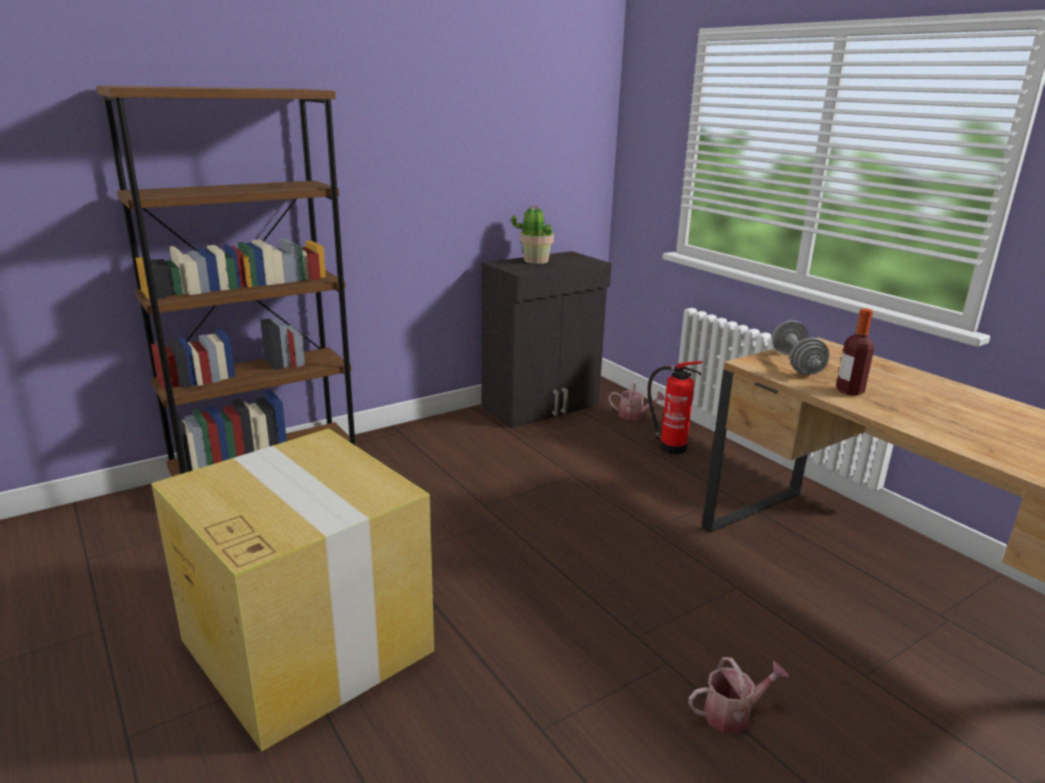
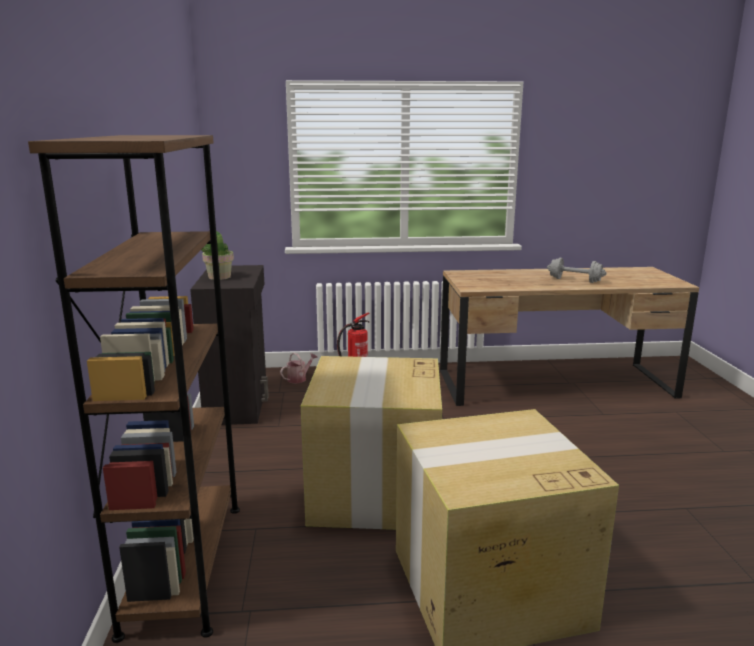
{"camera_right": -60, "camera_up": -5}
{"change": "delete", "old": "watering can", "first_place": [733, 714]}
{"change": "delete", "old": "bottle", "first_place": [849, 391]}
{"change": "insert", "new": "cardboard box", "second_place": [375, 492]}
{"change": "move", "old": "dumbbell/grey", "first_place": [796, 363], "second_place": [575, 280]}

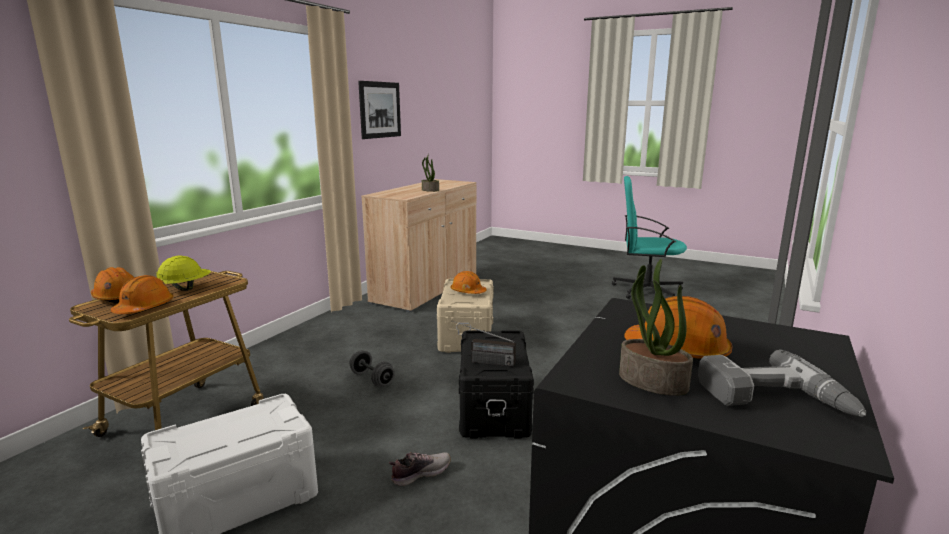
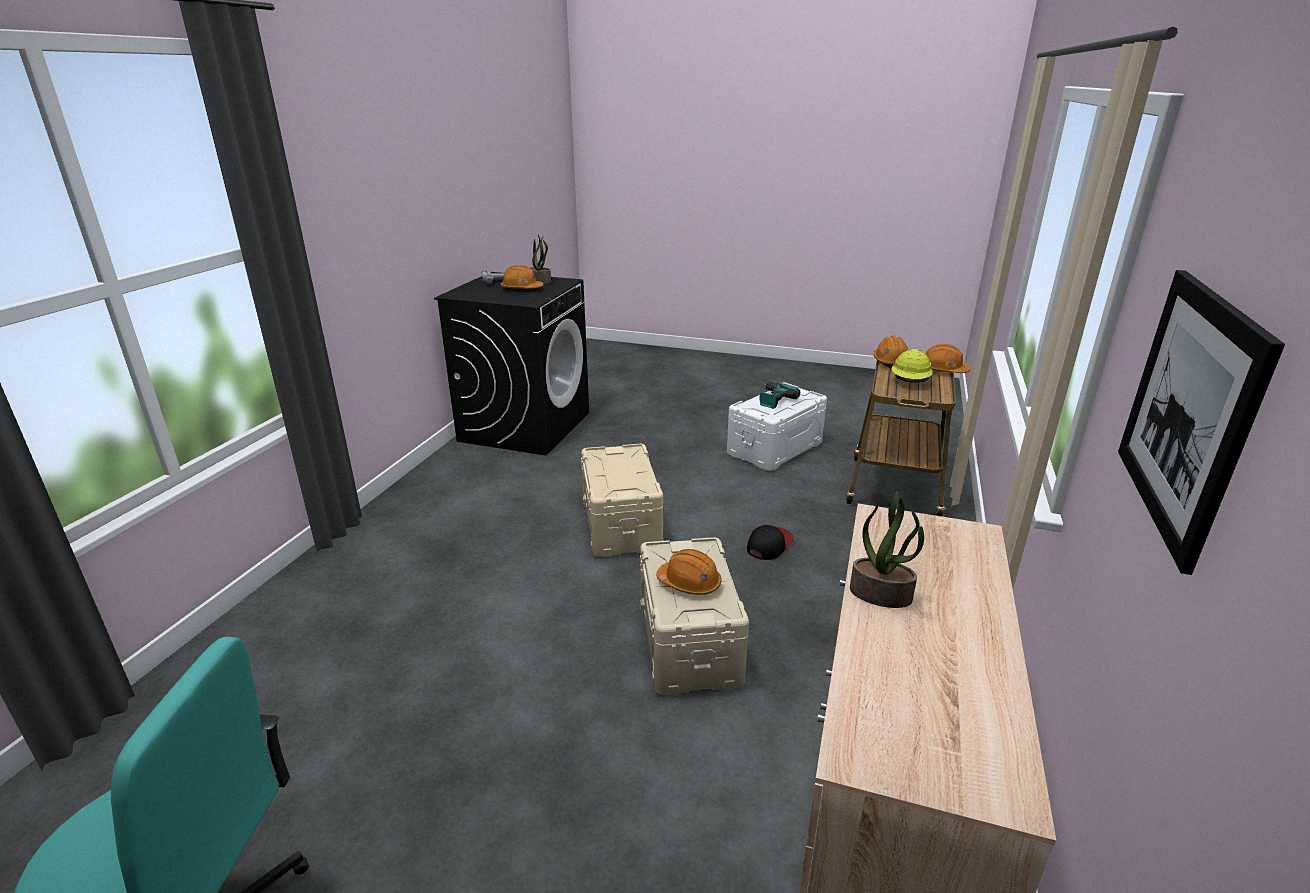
{"camera_right": 170, "camera_up": 10}
{"change": "delete", "old": "shoe", "first_place": [420, 473]}
{"change": "delete", "old": "radio", "first_place": [481, 361]}
{"change": "insert", "new": "power drill", "second_place": [773, 400]}
{"change": "replace", "old": "dumbbell/grey", "new": "cap", "first_place": [372, 379], "second_place": [769, 545]}
{"change": "recolor", "old": "storage box/black", "new": "storage box/beige", "first_place": [495, 407], "second_place": [620, 525]}

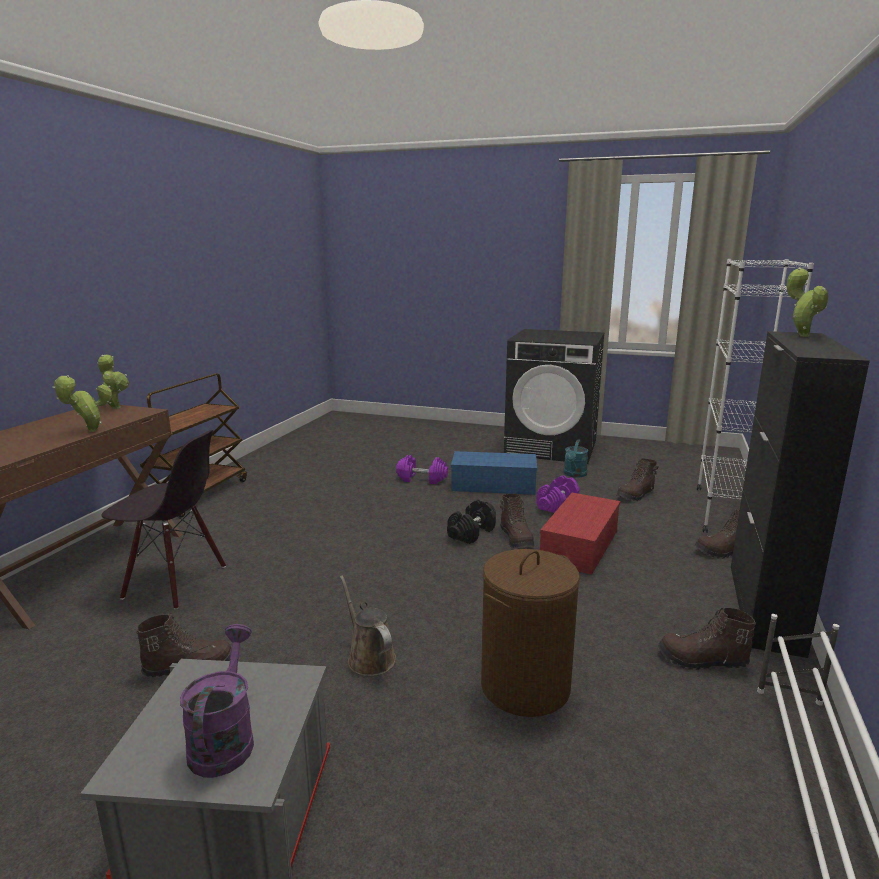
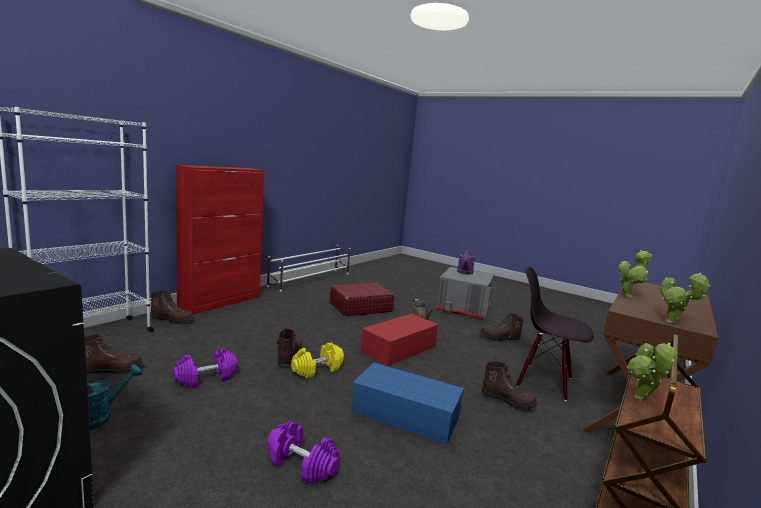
{"camera_right": -165, "camera_up": -5}
{"change": "move", "old": "storage box/blue", "first_place": [495, 484], "second_place": [403, 415]}
{"change": "move", "old": "storage box/red", "first_place": [579, 545], "second_place": [398, 349]}
{"change": "move", "old": "boot/brown", "first_place": [702, 661], "second_place": [507, 401]}
{"change": "move", "old": "potted plant", "first_place": [801, 335], "second_place": [641, 399]}
{"change": "replace", "old": "laundry basket/brown", "new": "suitcase/red", "first_place": [525, 686], "second_place": [360, 307]}
{"change": "recolor", "old": "dumbbell/black", "new": "dumbbell/yellow", "first_place": [471, 533], "second_place": [317, 369]}
{"change": "recolor", "old": "cabinet/black", "new": "cabinet/red", "first_place": [764, 607], "second_place": [221, 302]}

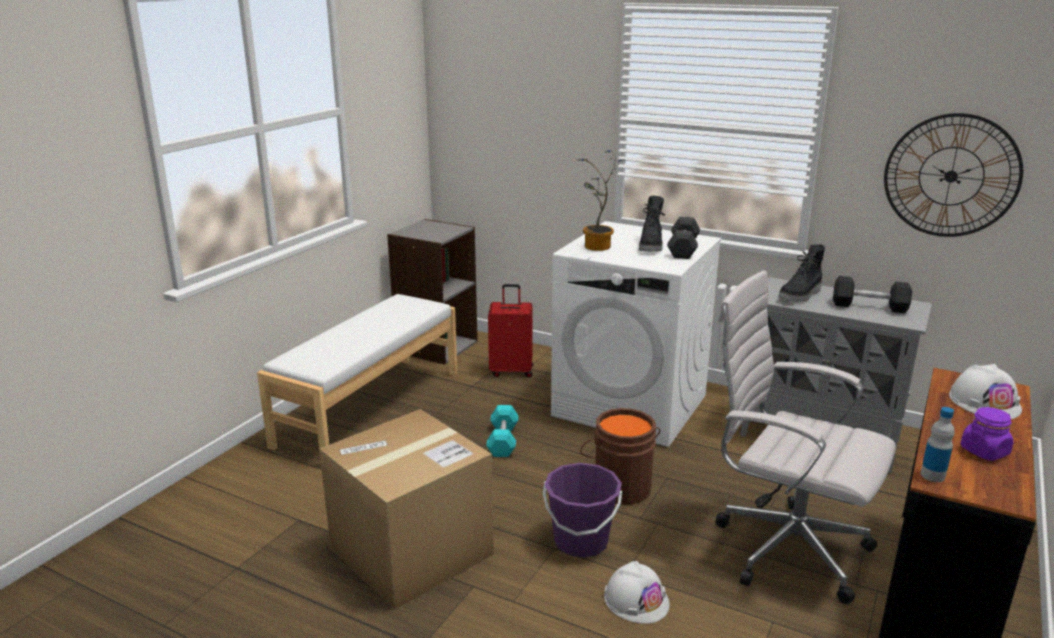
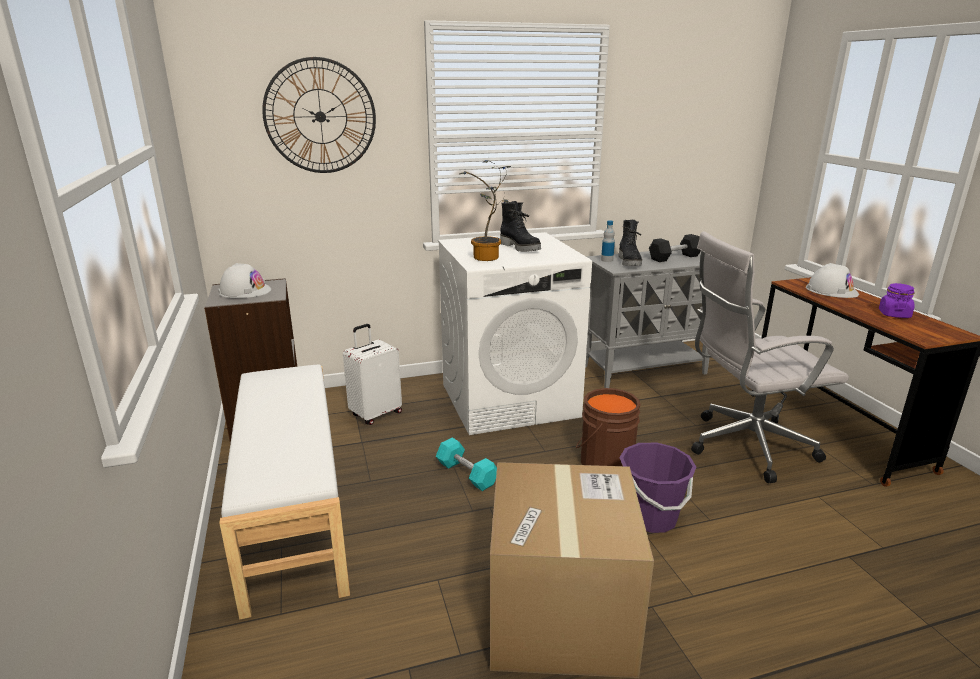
{"camera_right": -45, "camera_up": 0}
{"change": "delete", "old": "dumbbell/grey", "first_place": [683, 249]}
{"change": "move", "old": "hard hat/white", "first_place": [636, 600], "second_place": [245, 291]}
{"change": "move", "old": "wall clock", "first_place": [951, 176], "second_place": [320, 116]}
{"change": "move", "old": "bottle", "first_place": [932, 475], "second_place": [607, 260]}
{"change": "recolor", "old": "suitcase/red", "new": "suitcase/white", "first_place": [511, 371], "second_place": [375, 414]}

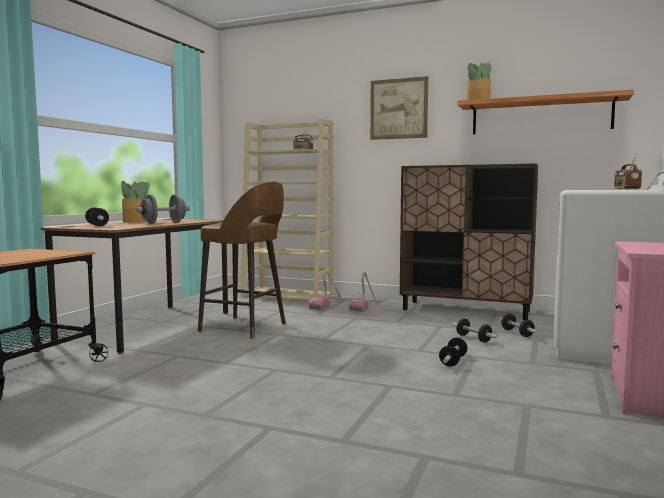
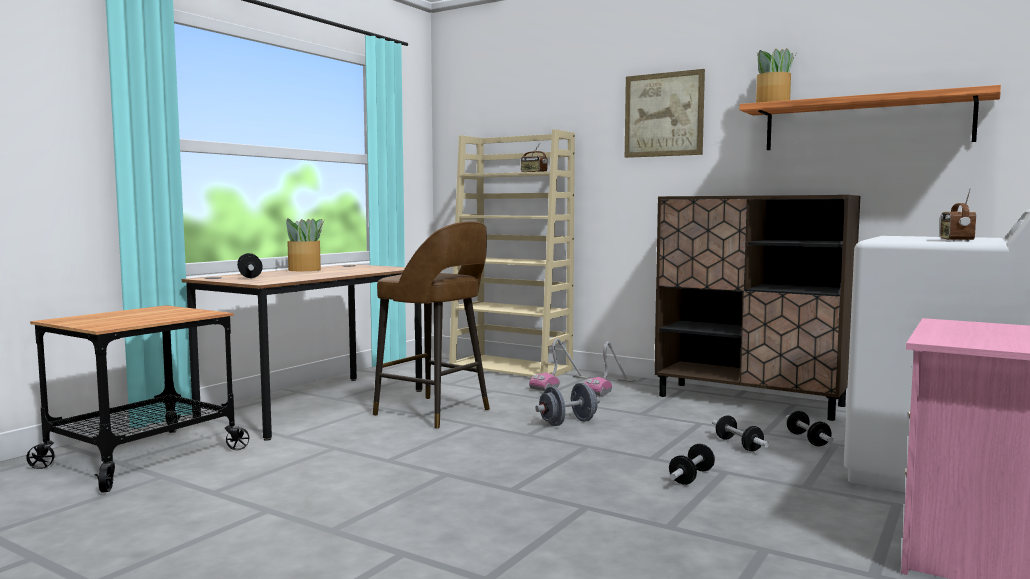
{"camera_right": 10, "camera_up": 0}
{"change": "move", "old": "dumbbell/grey", "first_place": [163, 223], "second_place": [568, 423]}

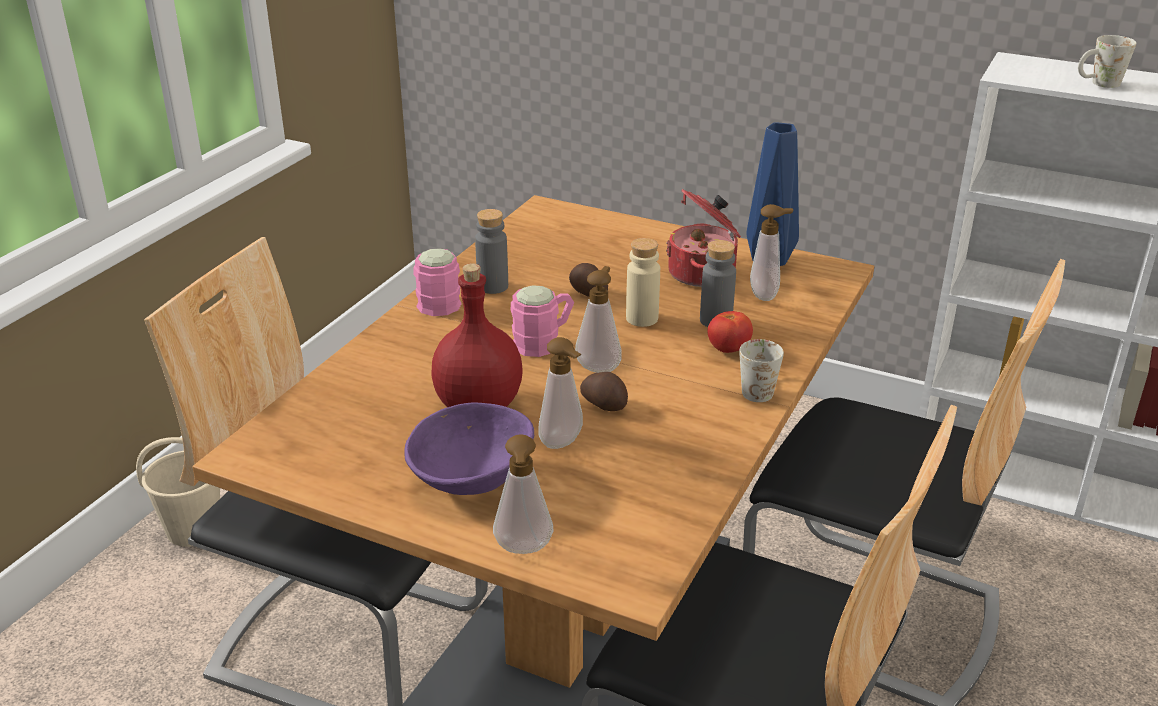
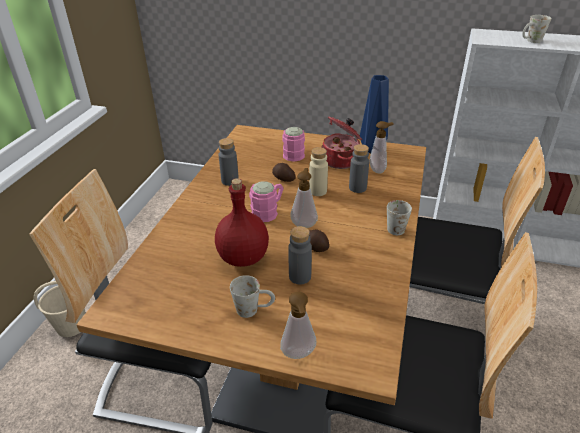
{"camera_right": -10, "camera_up": 5}
{"change": "delete", "old": "tomato", "first_place": [728, 349]}
{"change": "move", "old": "mug/pink", "first_place": [441, 300], "second_place": [293, 153]}
{"change": "replace", "old": "bowl/purple", "new": "mug/white", "first_place": [472, 480], "second_place": [254, 309]}
{"change": "replace", "old": "soap dispenser", "new": "bottle/grey", "first_place": [563, 443], "second_place": [300, 276]}

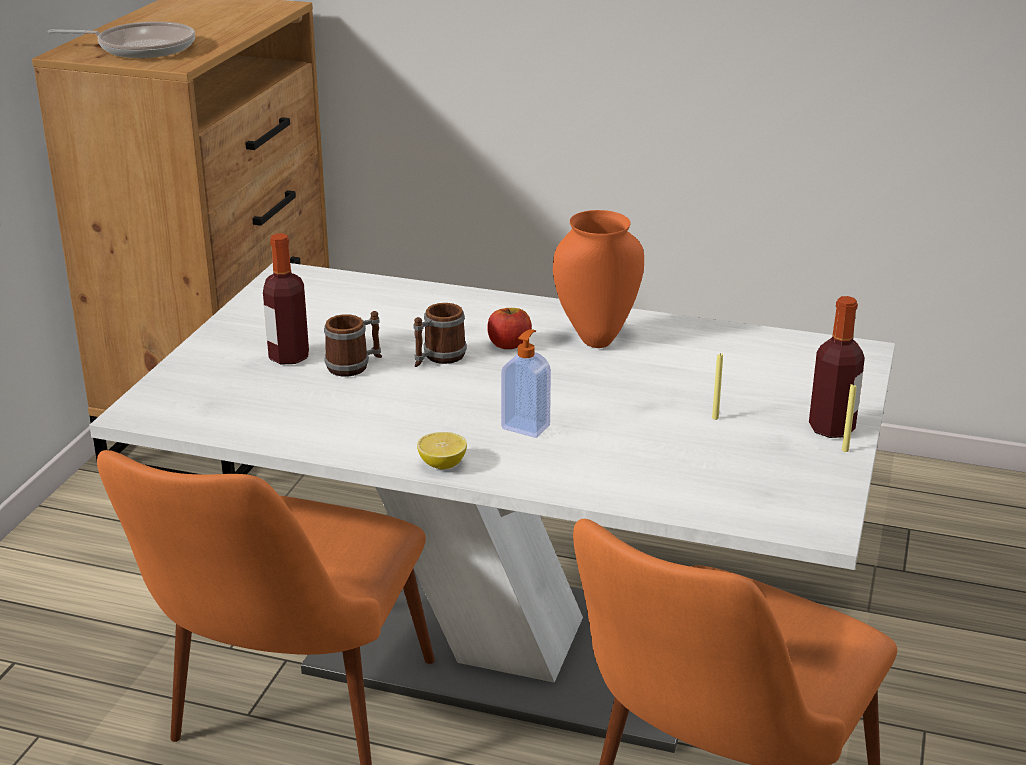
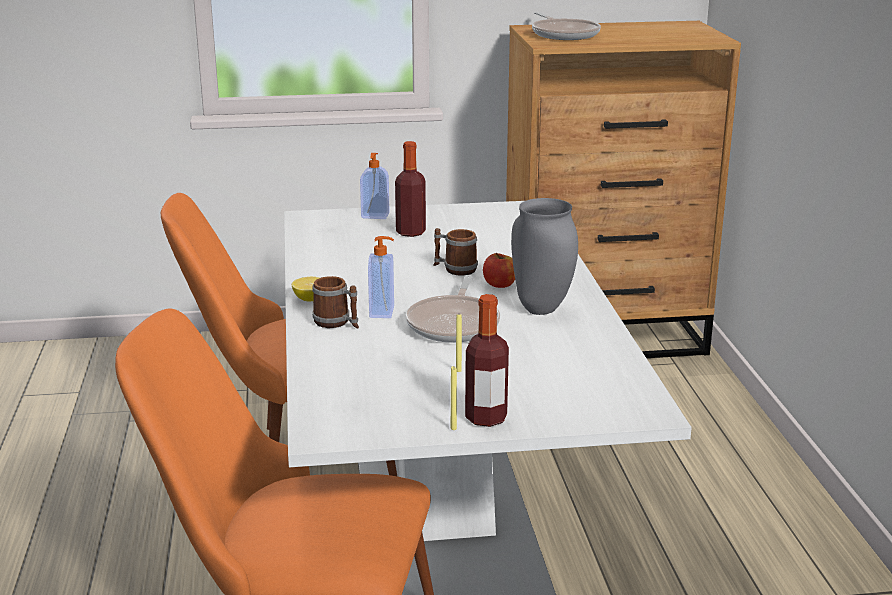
{"camera_right": 65, "camera_up": -5}
{"change": "insert", "new": "soap dispenser", "second_place": [375, 216]}
{"change": "insert", "new": "frying pan", "second_place": [454, 324]}
{"change": "move", "old": "mug", "first_place": [355, 365], "second_place": [337, 323]}
{"change": "recolor", "old": "vase/orange", "new": "vase/grey", "first_place": [596, 339], "second_place": [543, 309]}

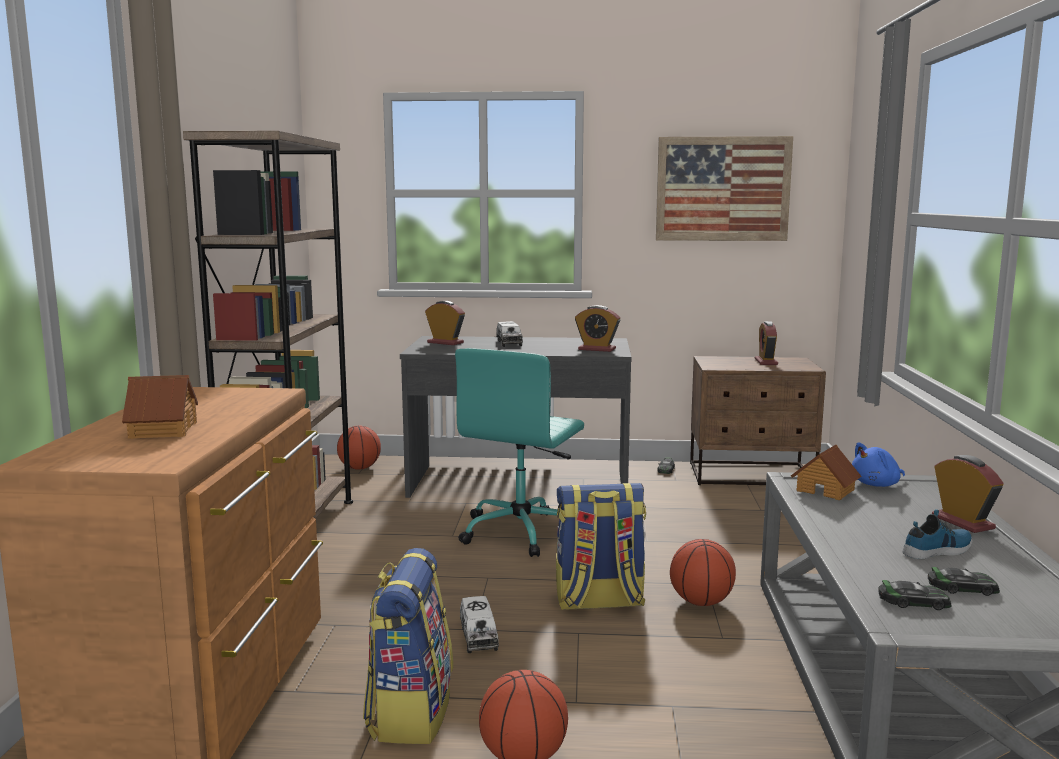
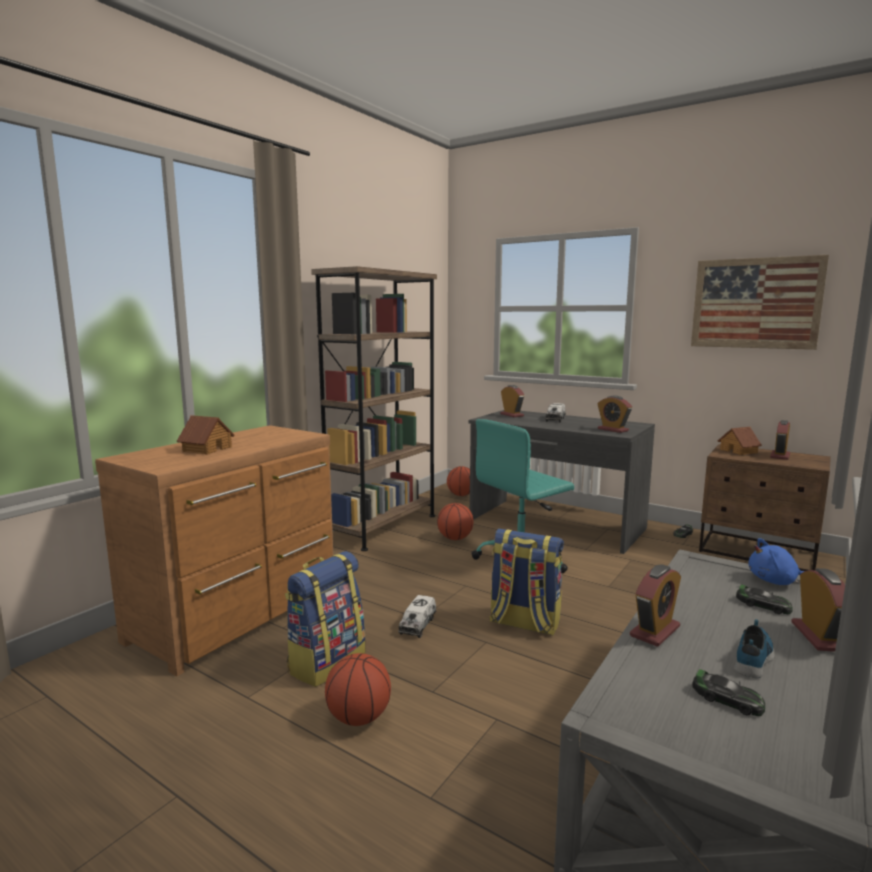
{"camera_right": 30, "camera_up": 0}
{"change": "insert", "new": "alarm clock", "second_place": [655, 631]}
{"change": "move", "old": "basketball", "first_place": [701, 602], "second_place": [455, 538]}
{"change": "move", "old": "toy house", "first_place": [825, 490], "second_place": [739, 451]}
{"change": "move", "old": "toy car", "first_place": [913, 602], "second_place": [763, 605]}
{"change": "rotate", "old": "shoe", "first_place": [939, 550], "second_place": [754, 657], "degrees": -60}

